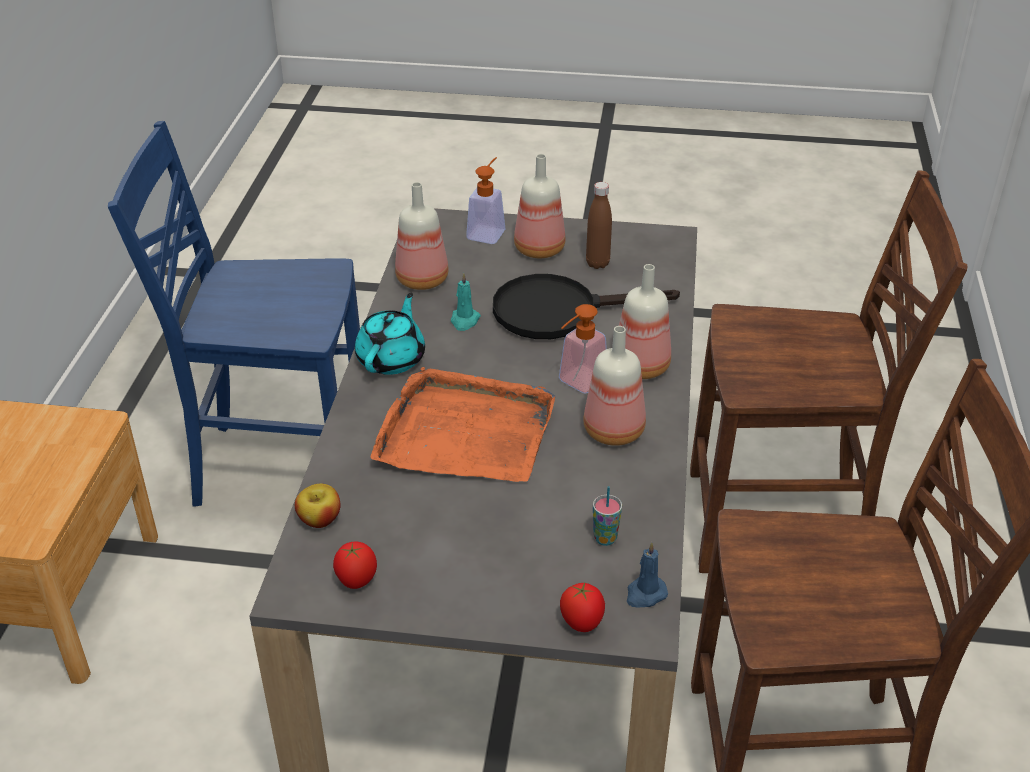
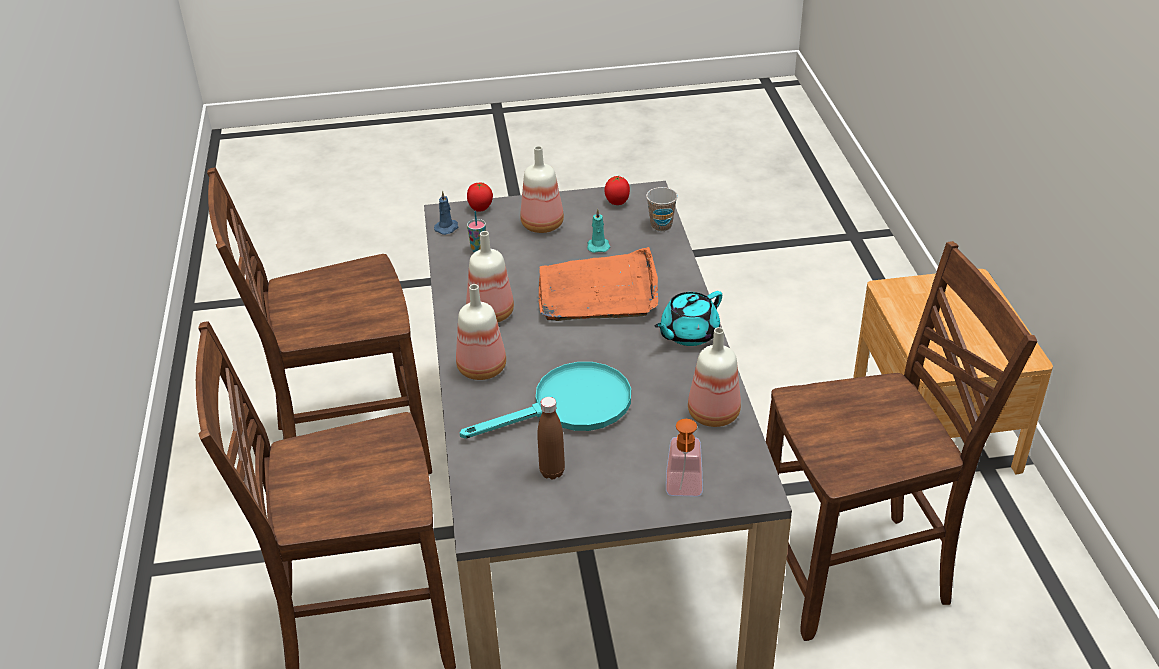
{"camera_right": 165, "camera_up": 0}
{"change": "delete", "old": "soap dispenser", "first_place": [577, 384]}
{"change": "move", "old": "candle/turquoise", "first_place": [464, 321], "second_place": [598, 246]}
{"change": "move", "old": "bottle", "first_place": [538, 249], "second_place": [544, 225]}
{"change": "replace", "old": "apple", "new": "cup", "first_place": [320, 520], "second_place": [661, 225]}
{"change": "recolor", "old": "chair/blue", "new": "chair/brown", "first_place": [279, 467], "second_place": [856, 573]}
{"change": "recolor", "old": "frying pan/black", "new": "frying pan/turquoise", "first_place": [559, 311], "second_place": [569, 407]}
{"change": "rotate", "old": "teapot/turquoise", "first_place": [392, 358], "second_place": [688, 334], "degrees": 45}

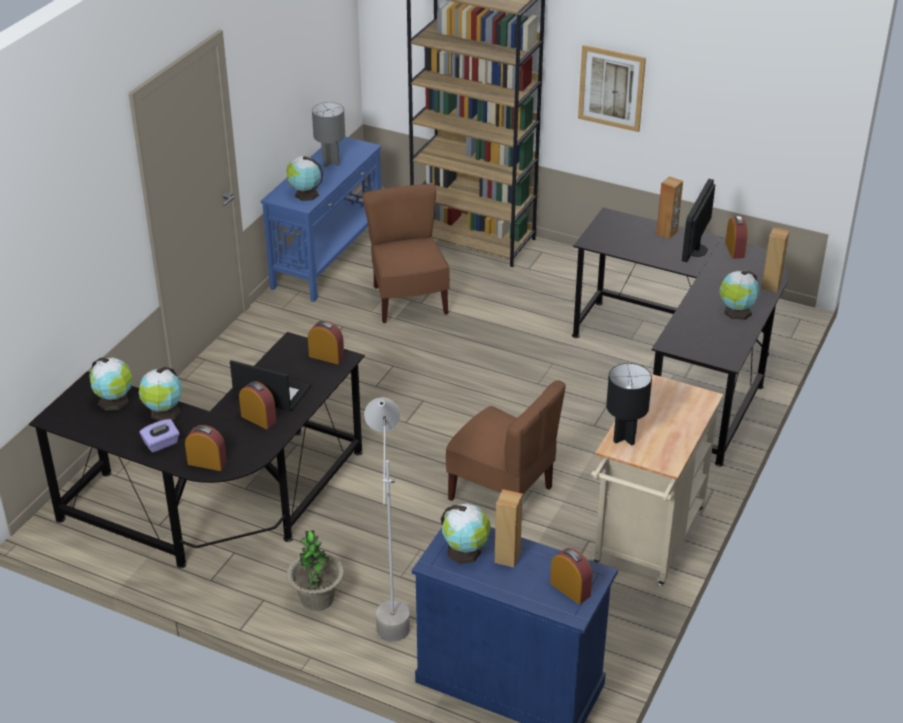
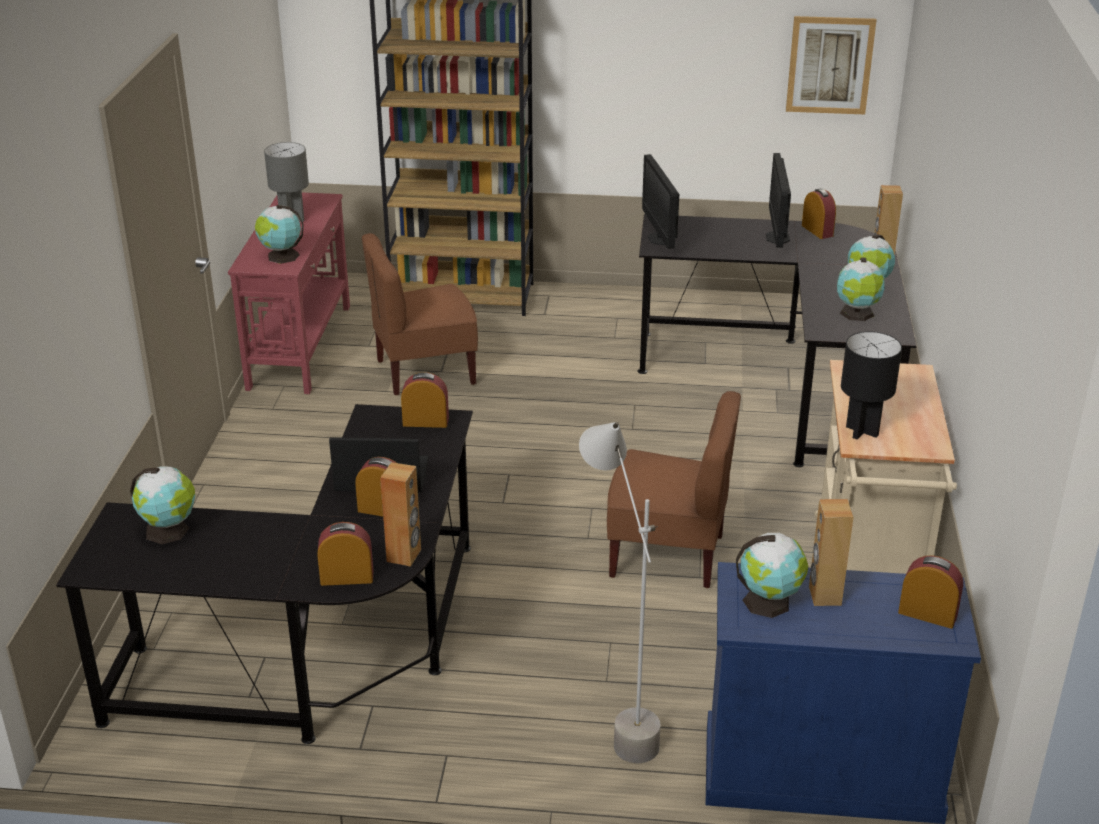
{"camera_right": -20, "camera_up": -5}
{"change": "delete", "old": "tissue box/purple", "first_place": [161, 444]}
{"change": "delete", "old": "potted plant", "first_place": [317, 599]}
{"change": "insert", "new": "monitor", "second_place": [660, 238]}
{"change": "move", "old": "globe", "first_place": [164, 413], "second_place": [857, 314]}
{"change": "move", "old": "picture", "first_place": [611, 88], "second_place": [830, 65]}
{"change": "move", "old": "speaker/brown", "first_place": [667, 233], "second_place": [404, 555]}
{"change": "recolor", "old": "console table/blue", "new": "console table/red", "first_place": [328, 259], "second_place": [301, 346]}
{"change": "rotate", "old": "chair/brown", "first_place": [408, 300], "second_place": [424, 371], "degrees": -75}

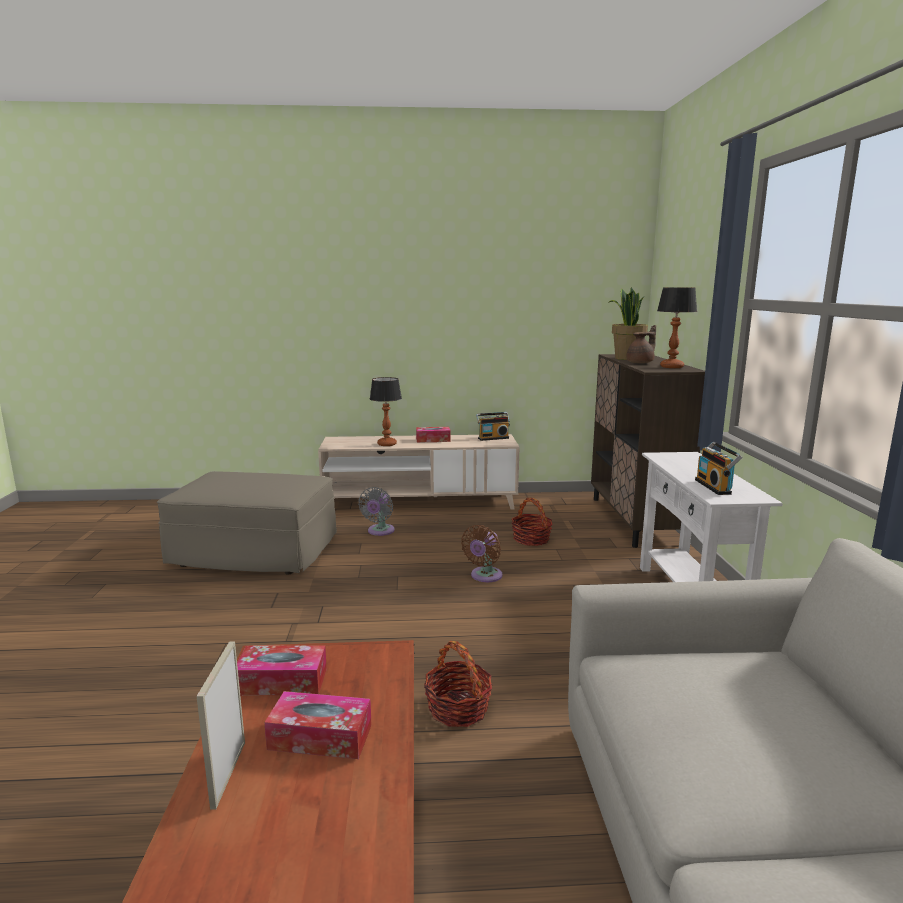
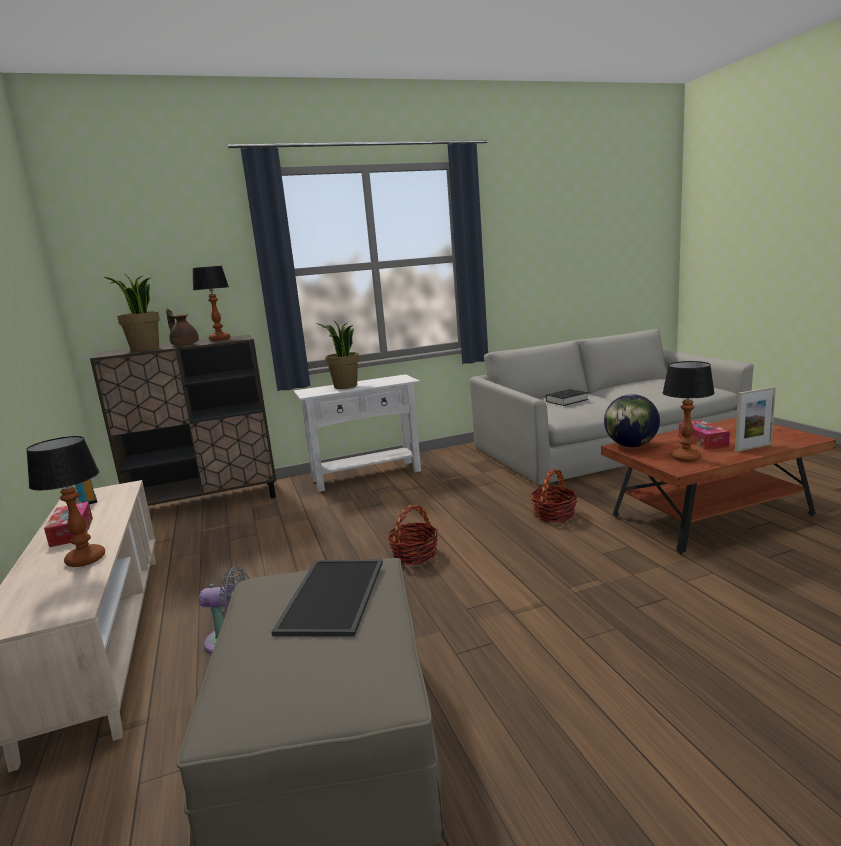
{"camera_right": -105, "camera_up": 0}
{"change": "delete", "old": "fan/brown", "first_place": [484, 576]}
{"change": "delete", "old": "radio", "first_place": [715, 487]}
{"change": "insert", "new": "tray", "second_place": [331, 595]}
{"change": "insert", "new": "potted plant", "second_place": [345, 386]}
{"change": "insert", "new": "book/black", "second_place": [566, 400]}
{"change": "insert", "new": "globe", "second_place": [631, 446]}
{"change": "move", "old": "basket", "first_place": [531, 539], "second_place": [414, 555]}
{"change": "replace", "old": "tissue box", "new": "table lamp", "first_place": [282, 681], "second_place": [686, 458]}

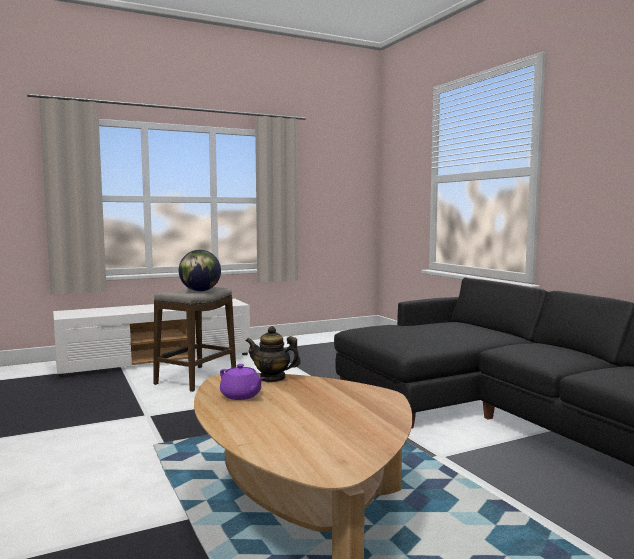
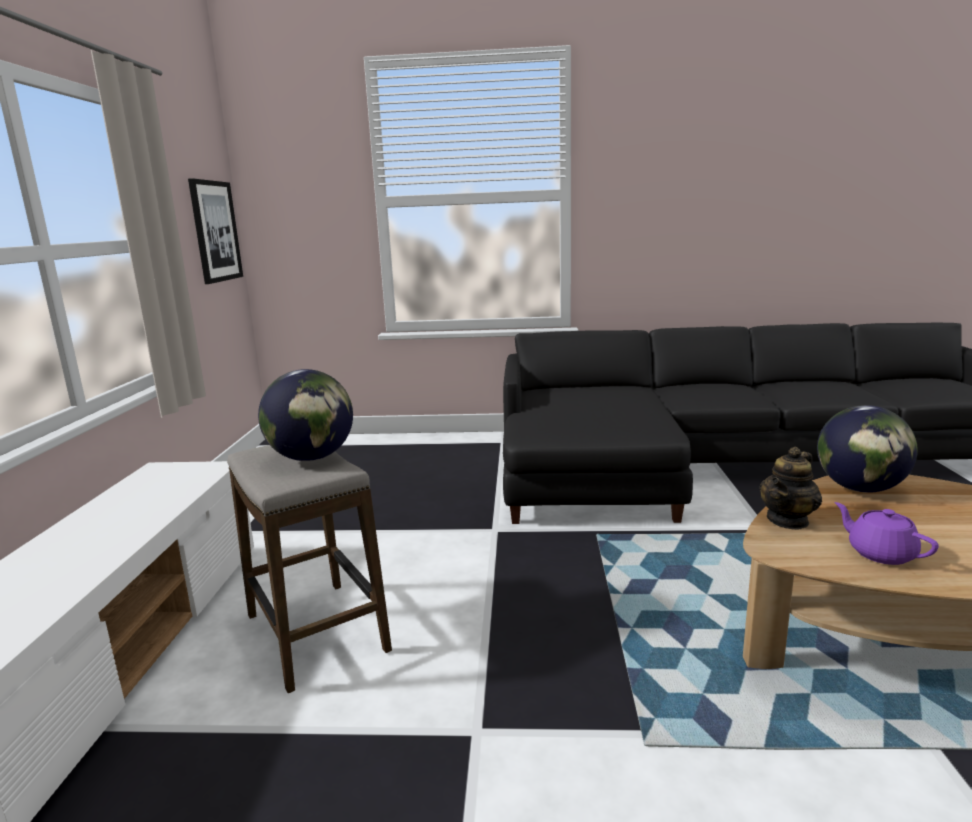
{"camera_right": -60, "camera_up": 10}
{"change": "insert", "new": "picture", "second_place": [215, 231]}
{"change": "insert", "new": "globe", "second_place": [860, 489]}
{"change": "rotate", "old": "teapot/purple", "first_place": [241, 396], "second_place": [880, 553], "degrees": -105}

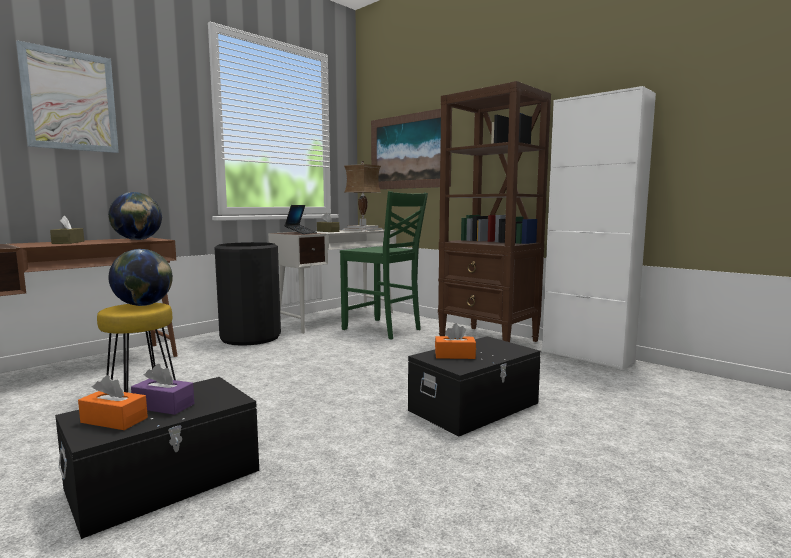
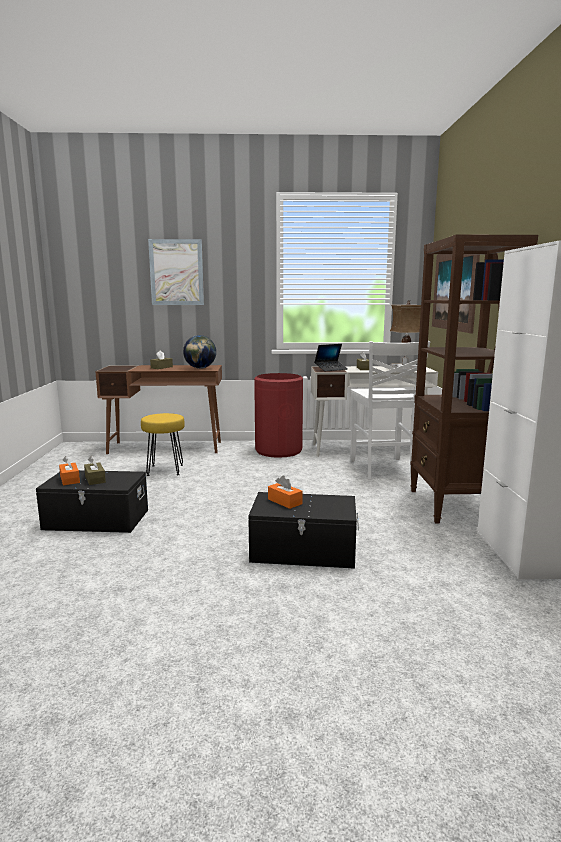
{"camera_right": 45, "camera_up": 5}
{"change": "delete", "old": "globe", "first_place": [143, 305]}
{"change": "recolor", "old": "tissue box/purple", "new": "tissue box/brown", "first_place": [163, 406], "second_place": [95, 479]}
{"change": "recolor", "old": "trash can/black", "new": "trash can/red", "first_place": [250, 337], "second_place": [278, 450]}
{"change": "recolor", "old": "chair/green", "new": "chair/white", "first_place": [383, 329], "second_place": [382, 469]}

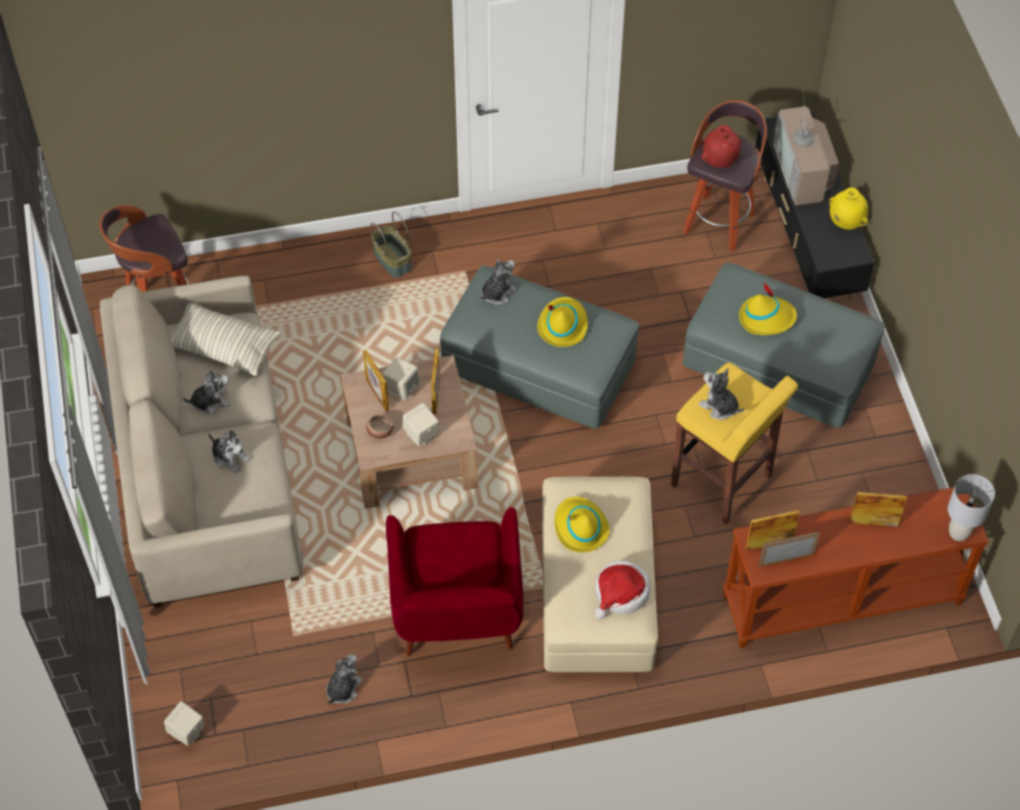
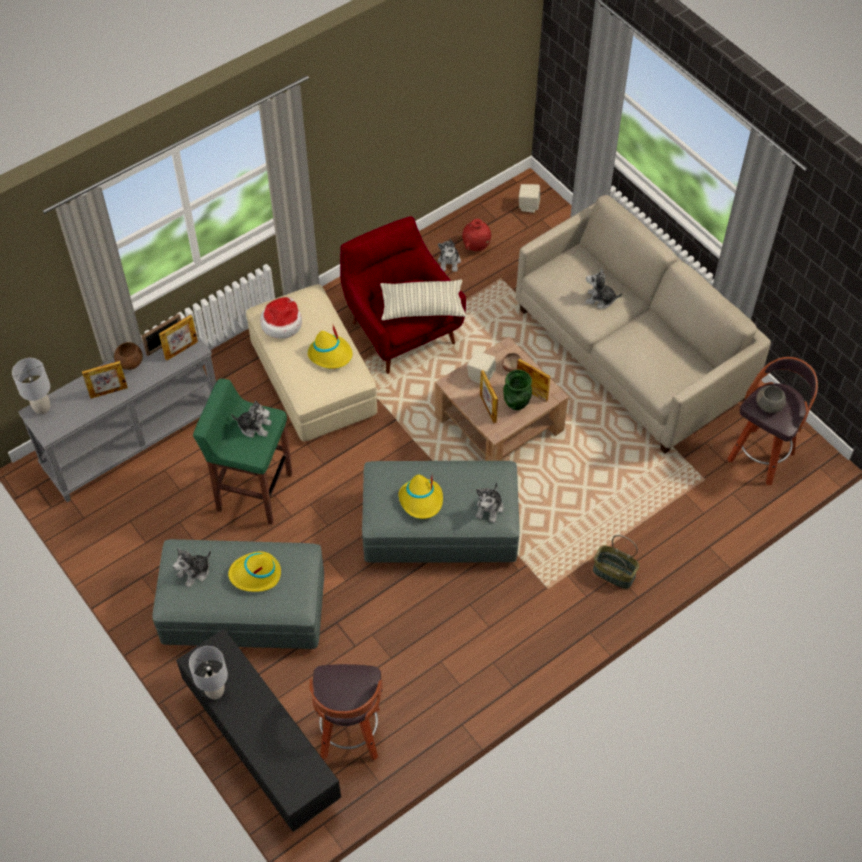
{"camera_right": 155, "camera_up": 0}
{"change": "delete", "old": "television", "first_place": [803, 172]}
{"change": "insert", "new": "bowl/brown", "second_place": [130, 362]}
{"change": "insert", "new": "bowl/grey", "second_place": [769, 405]}
{"change": "move", "old": "pillow", "first_place": [223, 347], "second_place": [422, 307]}
{"change": "move", "old": "plush toy", "first_place": [210, 402], "second_place": [194, 572]}
{"change": "move", "old": "vase/red", "first_place": [720, 161], "second_place": [476, 246]}
{"change": "replace", "old": "speaker/beige", "new": "vase/green", "first_place": [401, 388], "second_place": [516, 404]}
{"change": "replace", "old": "vase/yellow", "new": "table lamp/grey", "first_place": [845, 222], "second_place": [215, 691]}
{"change": "recolor", "old": "stool/yellow", "new": "stool/green", "first_place": [722, 482], "second_place": [253, 491]}
{"change": "recolor", "old": "console table/brown", "new": "console table/grey", "first_place": [841, 601], "second_place": [133, 438]}

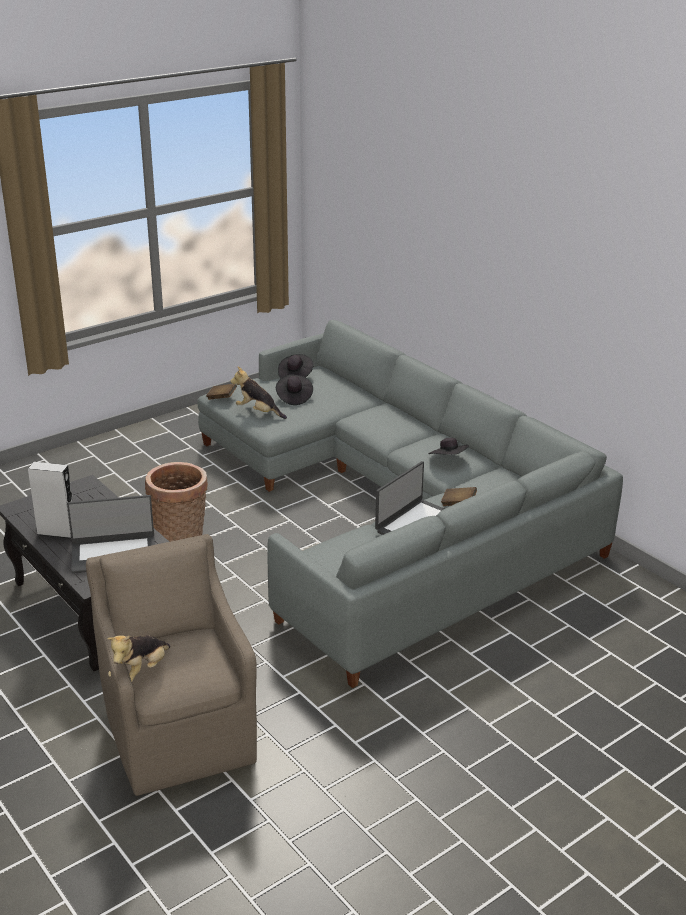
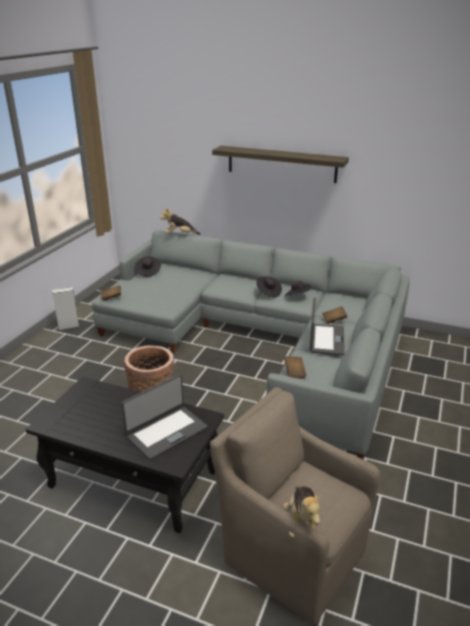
{"camera_right": -30, "camera_up": 0}
{"change": "insert", "new": "shelf", "second_place": [281, 164]}
{"change": "insert", "new": "book/brown", "second_place": [294, 373]}
{"change": "move", "old": "speaker/grey", "first_place": [57, 532], "second_place": [68, 326]}
{"change": "move", "old": "plush toy", "first_place": [258, 412], "second_place": [180, 235]}
{"change": "move", "old": "hat/black", "first_place": [294, 397], "second_place": [268, 292]}

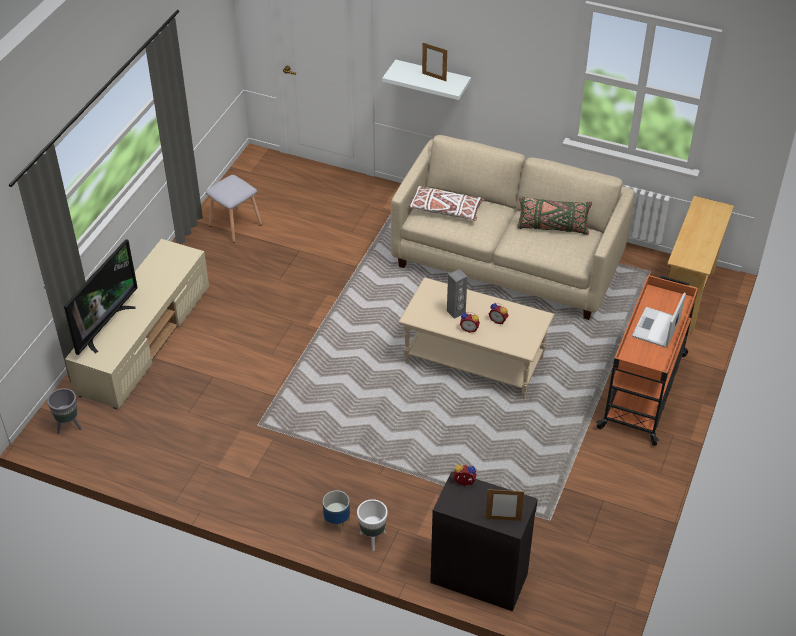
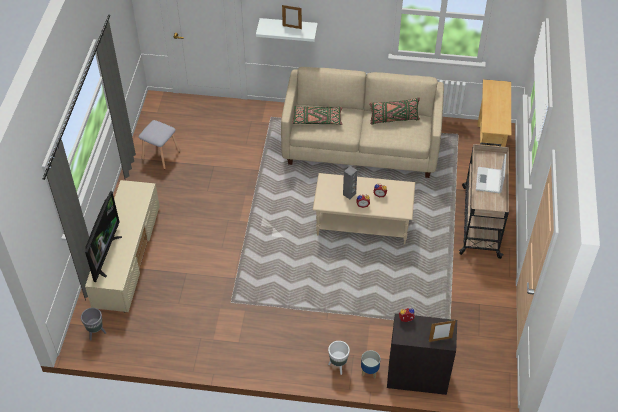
{"camera_right": -15, "camera_up": 5}
{"change": "move", "old": "planter", "first_place": [337, 523], "second_place": [369, 371]}
{"change": "recolor", "old": "pillow/white", "new": "pillow/green", "first_place": [445, 209], "second_place": [316, 120]}
{"change": "recolor", "old": "cart/orange", "new": "cart/beige", "first_place": [644, 390], "second_place": [480, 220]}

